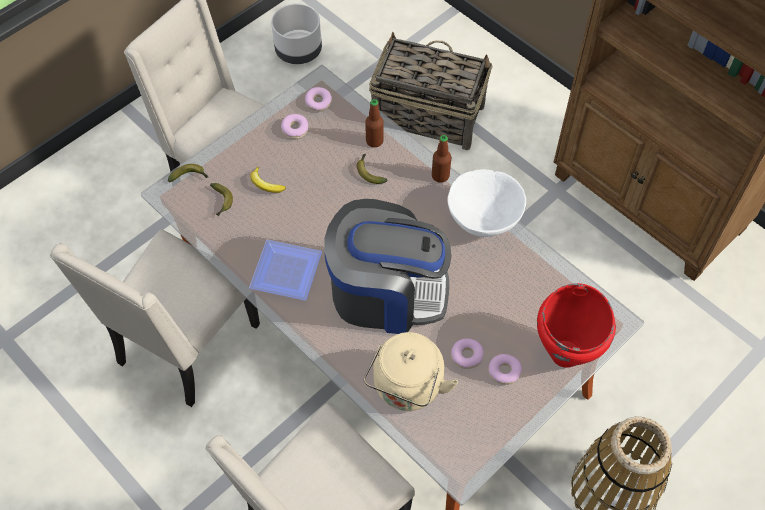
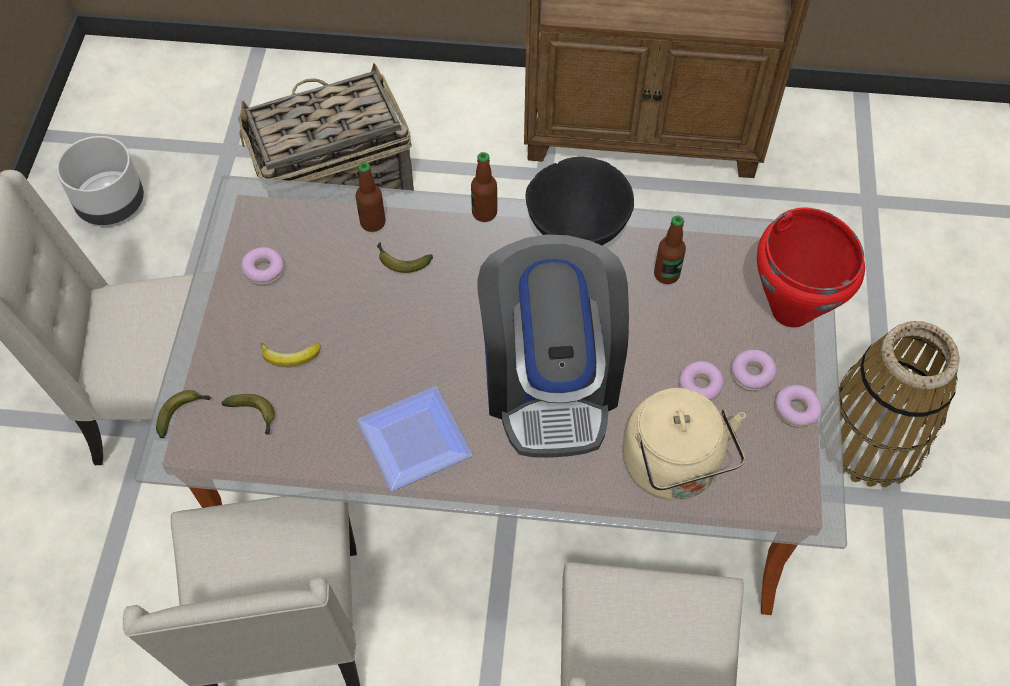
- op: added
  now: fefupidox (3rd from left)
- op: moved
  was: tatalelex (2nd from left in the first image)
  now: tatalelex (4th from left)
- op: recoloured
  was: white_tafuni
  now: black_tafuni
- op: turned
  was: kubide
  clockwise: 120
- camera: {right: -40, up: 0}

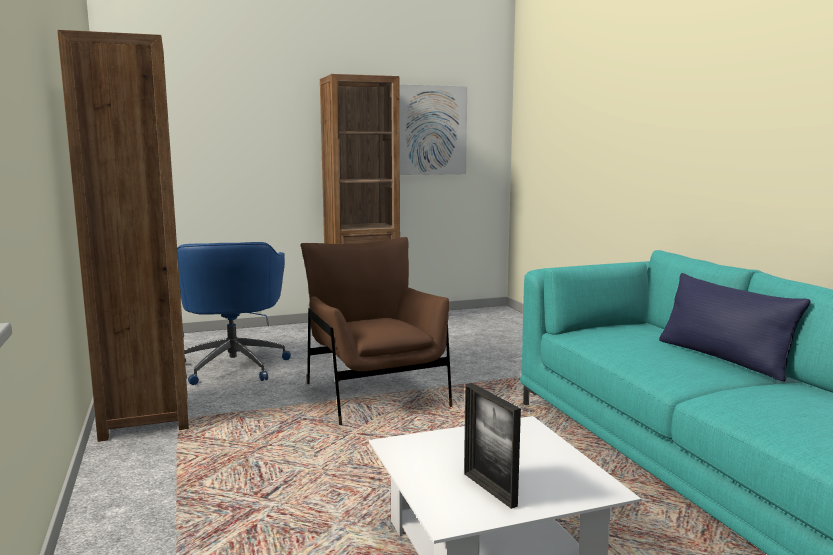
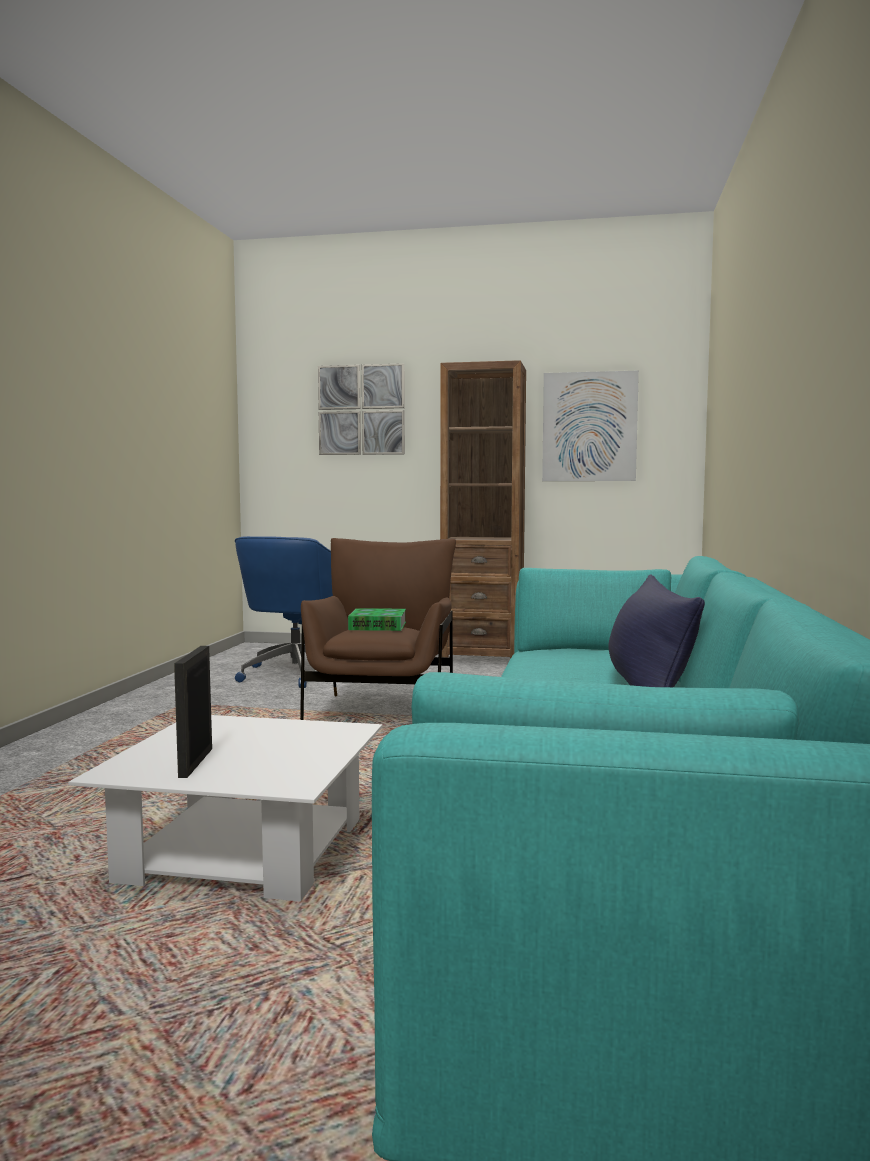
- op: removed
  was: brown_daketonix (1st from left)
- op: added
  now: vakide (1st from left)
- op: added
  now: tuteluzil
- camera: {right: 30, up: -5}

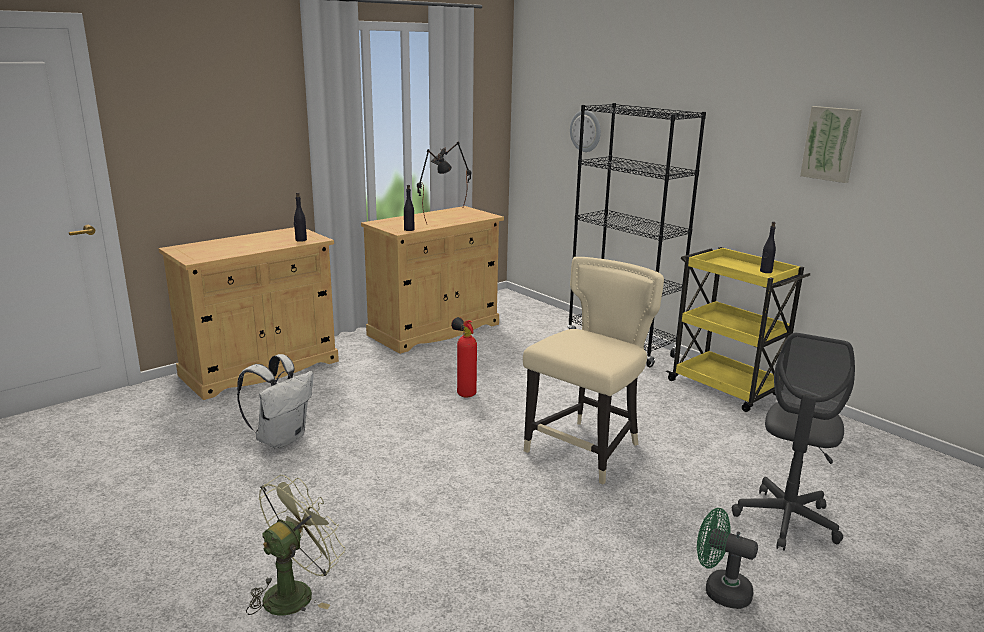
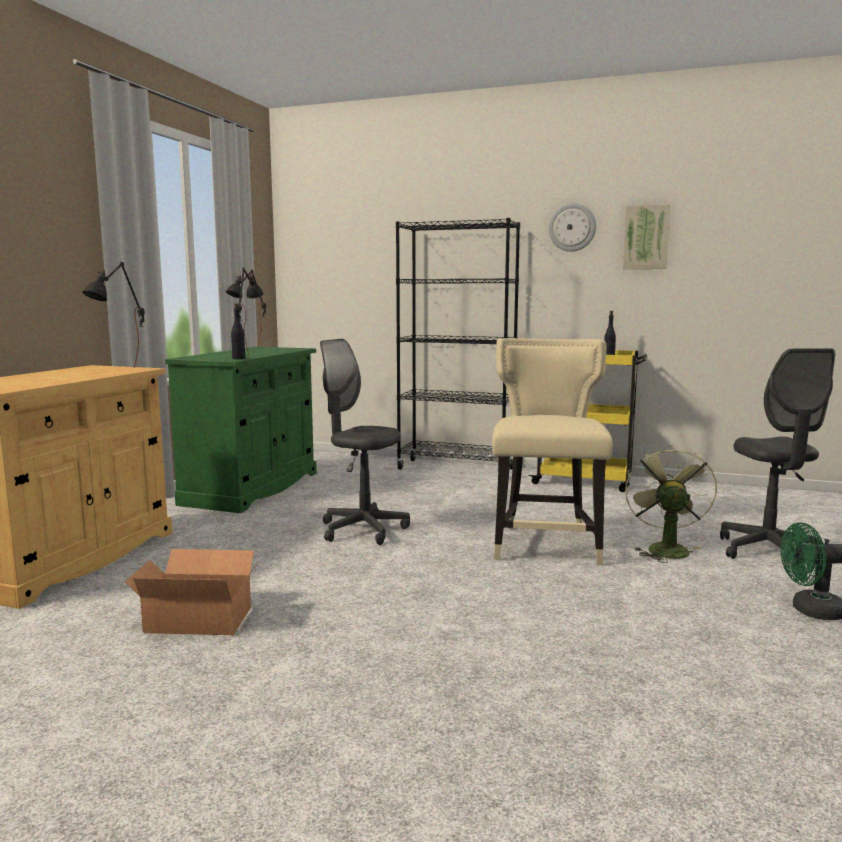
- op: moved
  was: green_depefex (1st from left)
- op: moved
  was: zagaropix
- op: replaced
  was: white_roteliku
  now: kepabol
- op: replaced
  was: black_fefupidox (1st from left)
  now: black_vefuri (1st from left)
- op: replaced
  was: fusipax
  now: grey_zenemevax (1st from left)
- op: recoloured
  was: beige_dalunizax (2nd from left)
  now: green_dalunizax
- camera: {right: -30, up: -10}

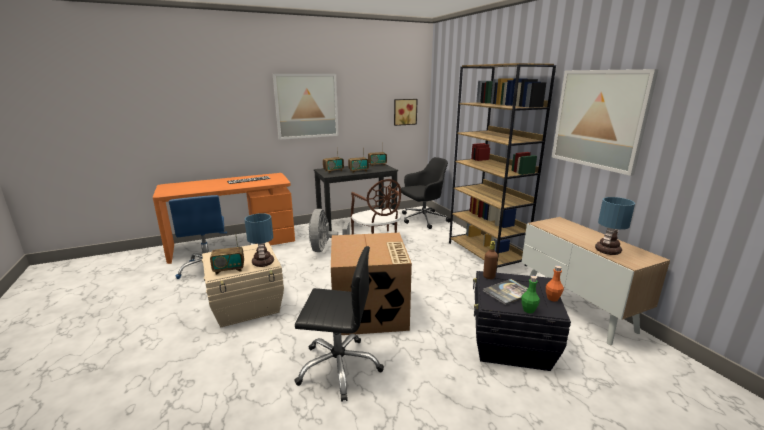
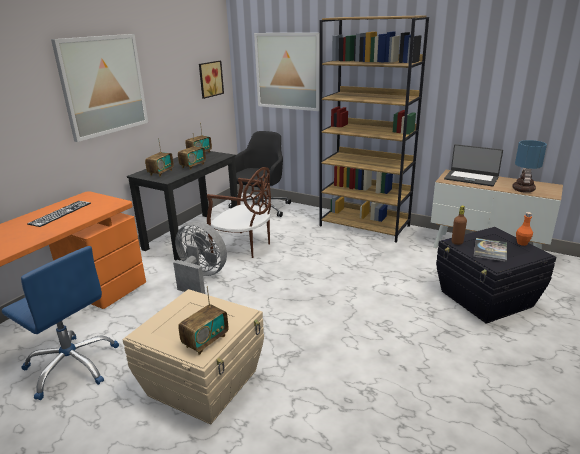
- op: removed
  was: vefuri (1st from left)
- op: removed
  was: black_zenemevax (1st from left)
- op: removed
  was: kepabol
- op: removed
  was: green_fefupidox
- op: added
  now: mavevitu
- op: moved
  was: vakide (3rd from left)
- op: turned
  was: grey_depefex
  clockwise: 150
- camera: {right: -35, up: 5}

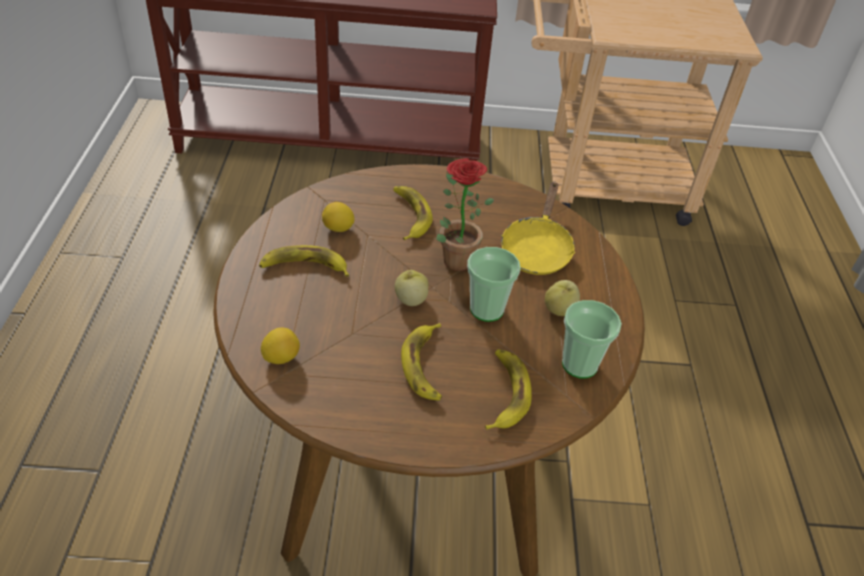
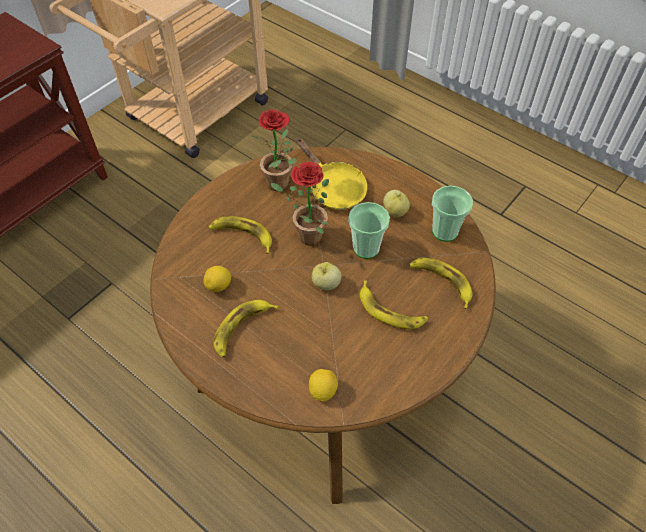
- op: added
  now: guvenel (1st from left)
- camera: {right: -50, up: 10}

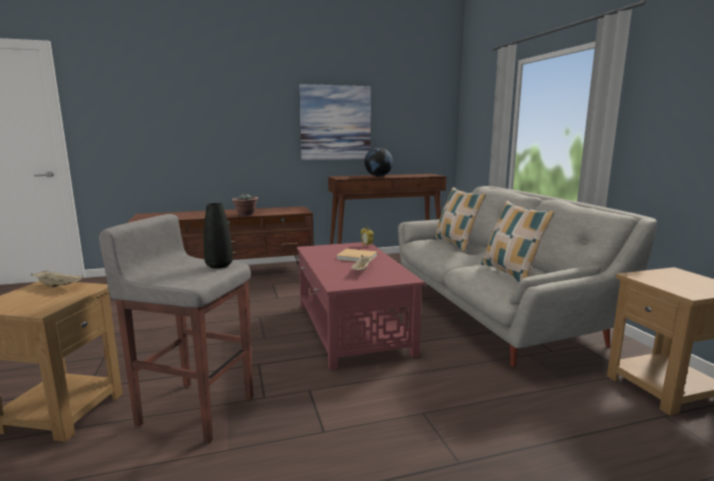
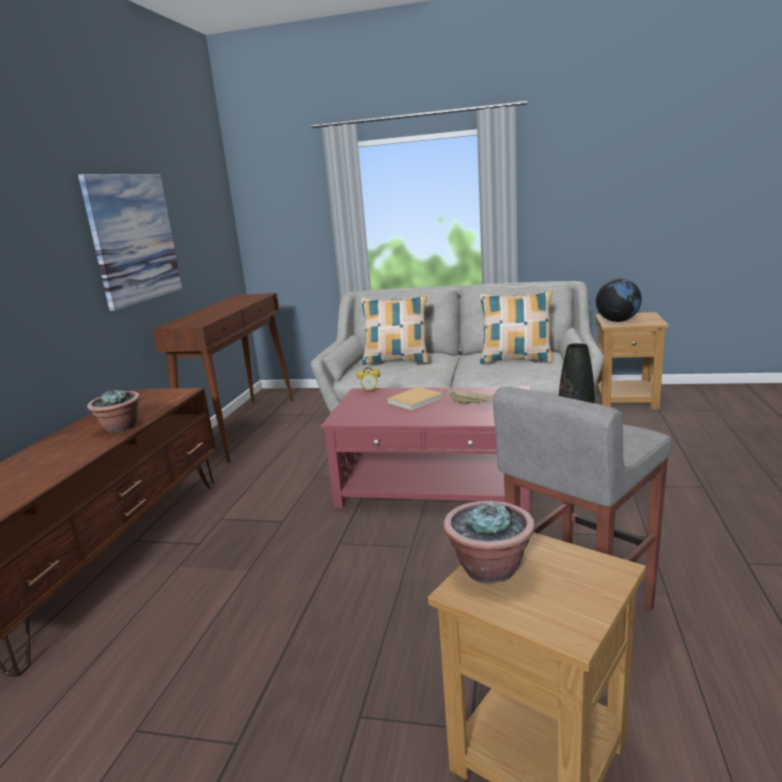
- op: moved
  was: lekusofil
- op: replaced
  was: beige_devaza (1st from left)
  now: guvenel (2nd from left)
- camera: {right: -60, up: 5}

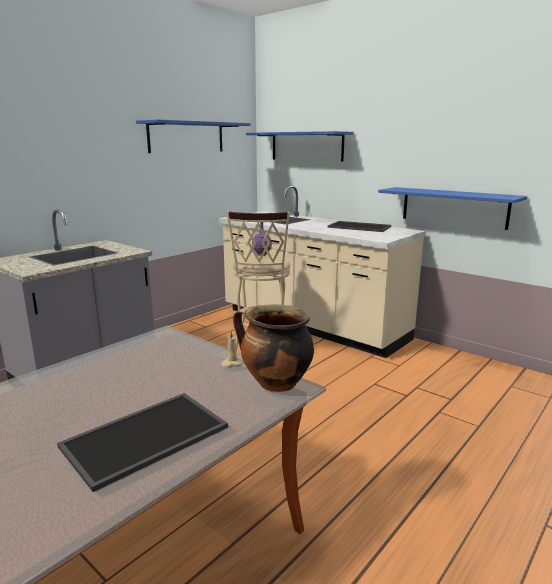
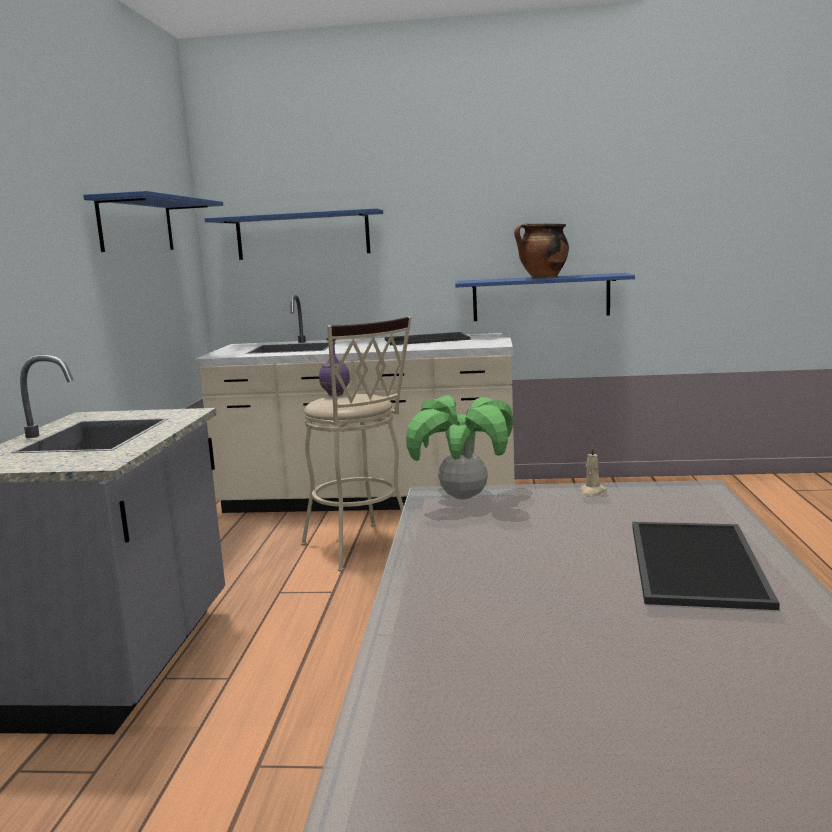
- op: added
  now: guvenel
- op: moved
  was: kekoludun
- camera: {right: -35, up: -5}

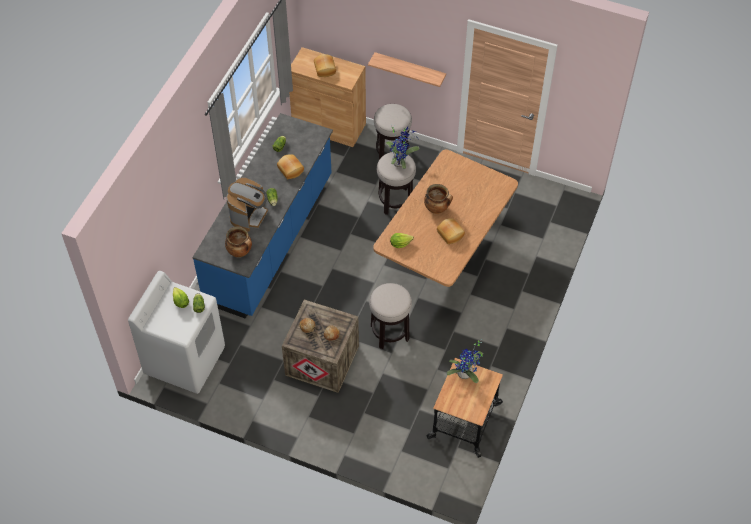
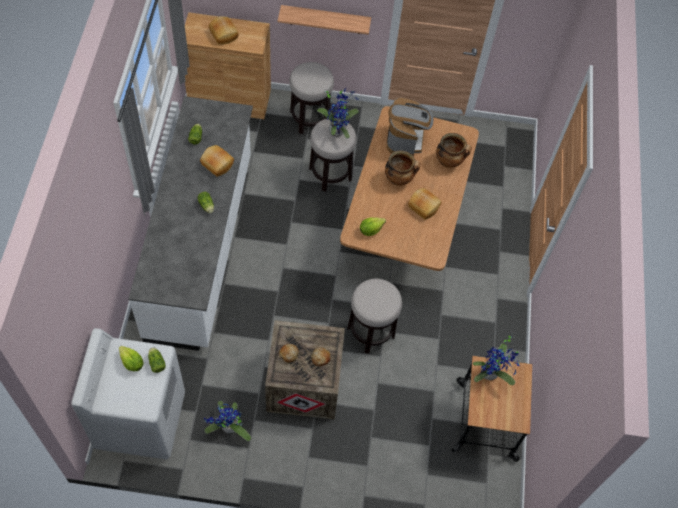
- op: added
  now: guvenel (1st from left)
- op: moved
  was: kekoludun (1st from left in the first image)
  now: kekoludun (2nd from left)
- op: moved
  was: kubide
- op: recoloured
  was: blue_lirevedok
  now: white_lirevedok
- camera: {right: -20, up: 5}

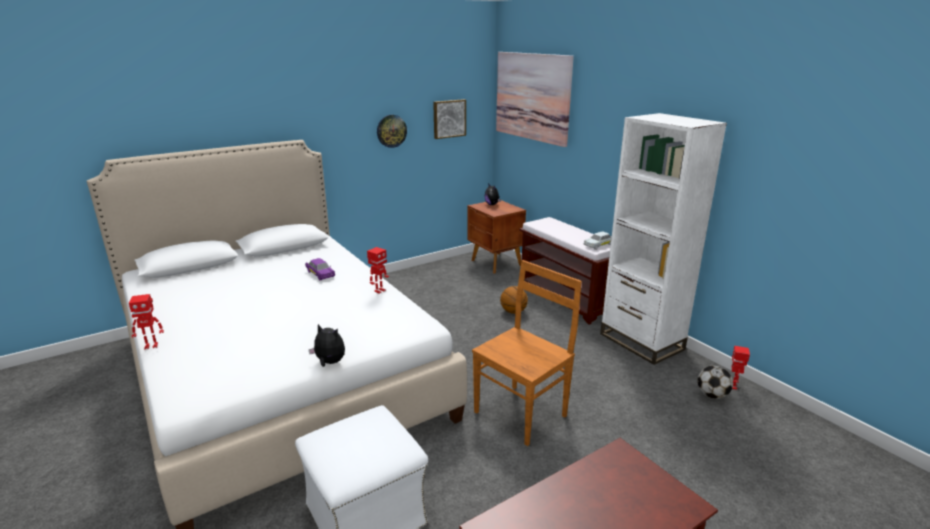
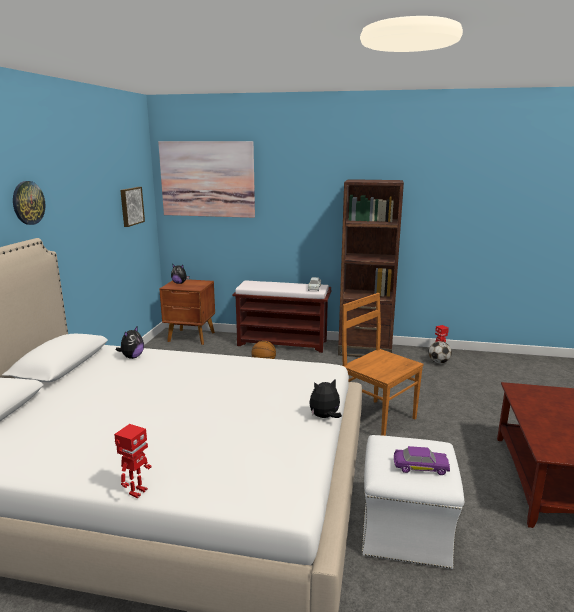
- op: removed
  was: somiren (2nd from left)
- op: added
  now: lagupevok (1st from left)
- op: moved
  was: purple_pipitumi
- op: moved
  was: zagaropix
- op: recoloured
  was: white_daketonix
  now: brown_daketonix
- op: turned
  was: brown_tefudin
  clockwise: -45
- camera: {right: -45, up: -5}

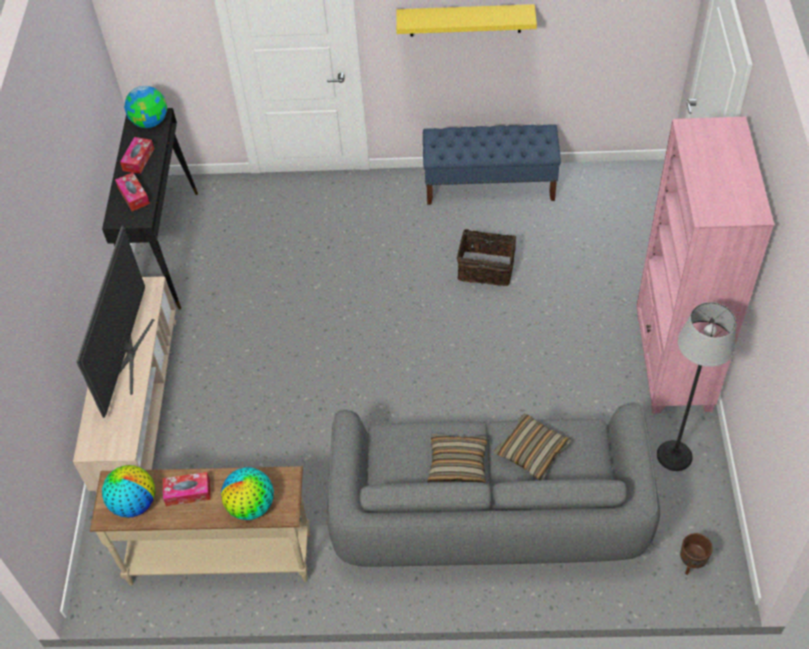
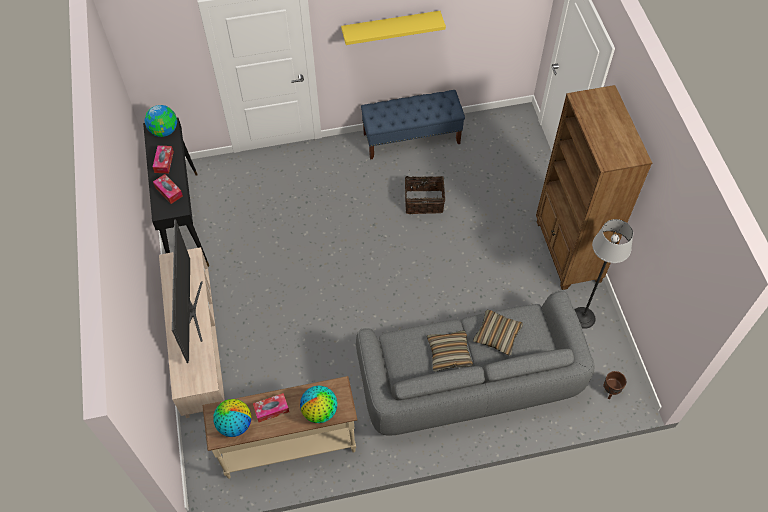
- op: recoloured
  was: pink_daketonix
  now: brown_daketonix
- camera: {right: -15, up: 5}

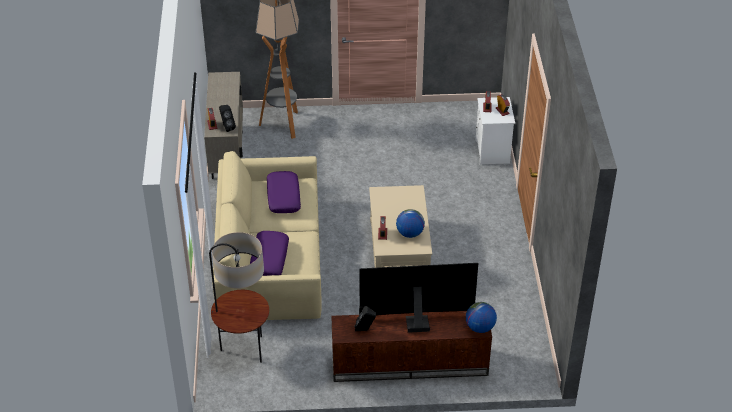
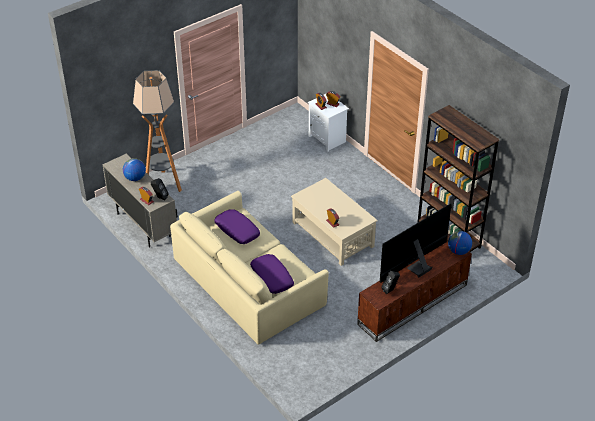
- op: removed
  was: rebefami (1st from left)
- op: added
  now: brown_daketonix
- op: moved
  was: lekusofil (1st from left)
- camera: {right: -35, up: 0}

